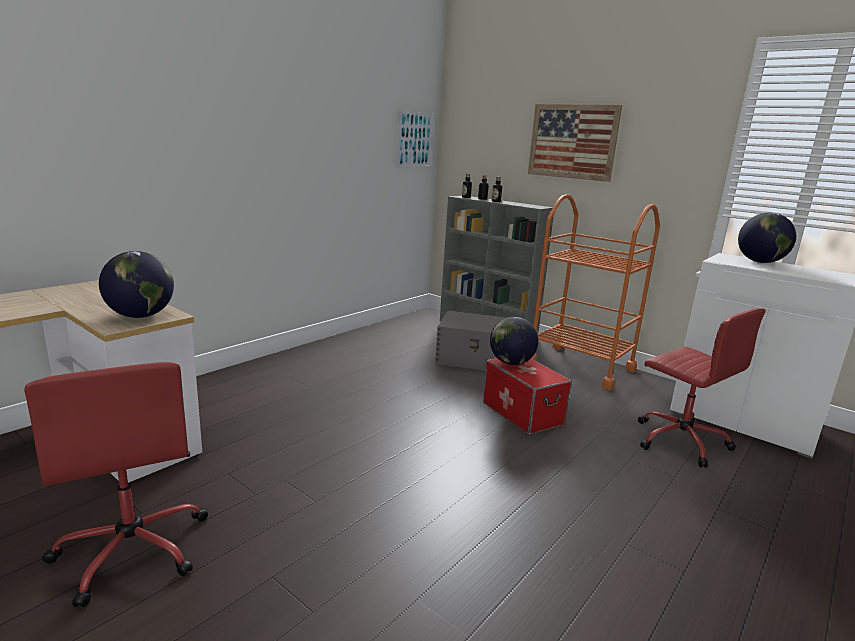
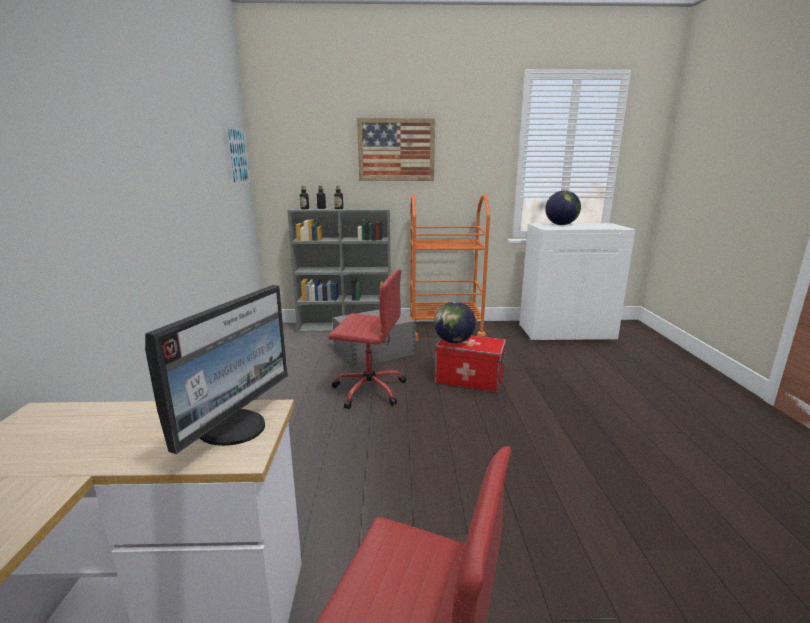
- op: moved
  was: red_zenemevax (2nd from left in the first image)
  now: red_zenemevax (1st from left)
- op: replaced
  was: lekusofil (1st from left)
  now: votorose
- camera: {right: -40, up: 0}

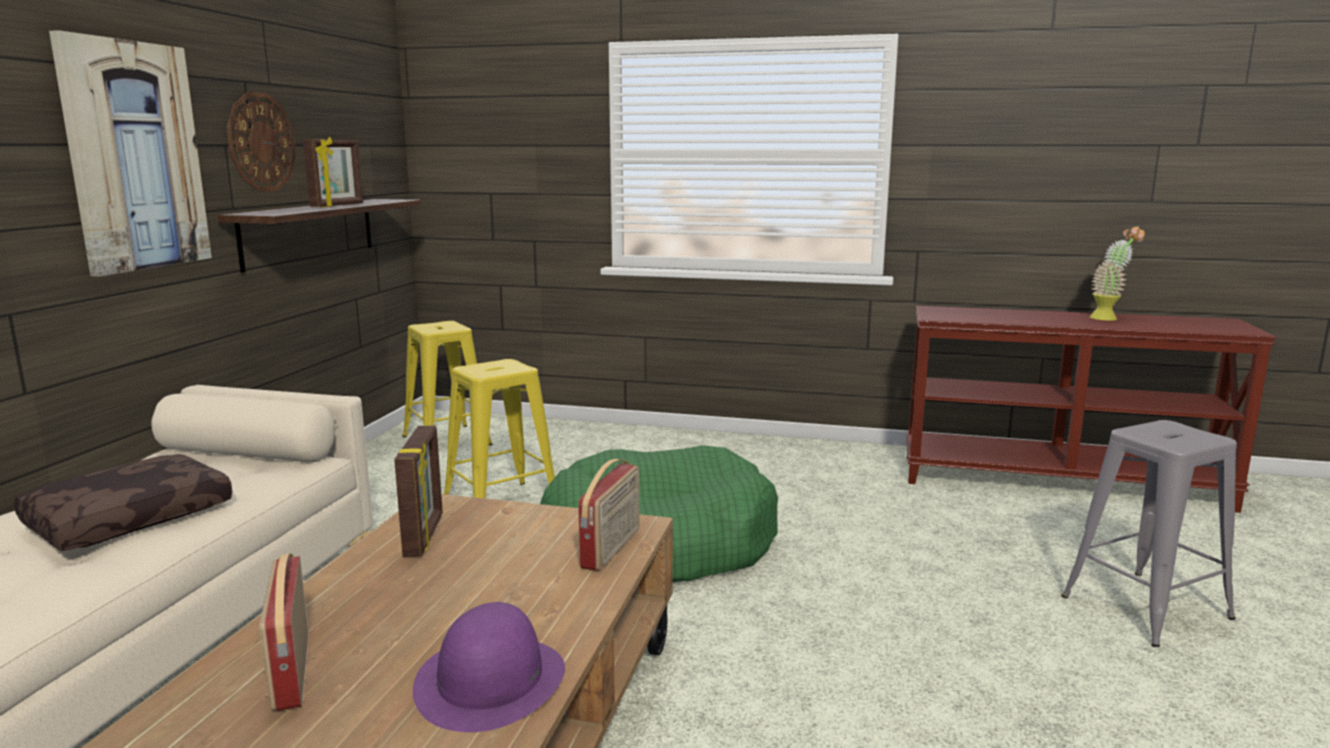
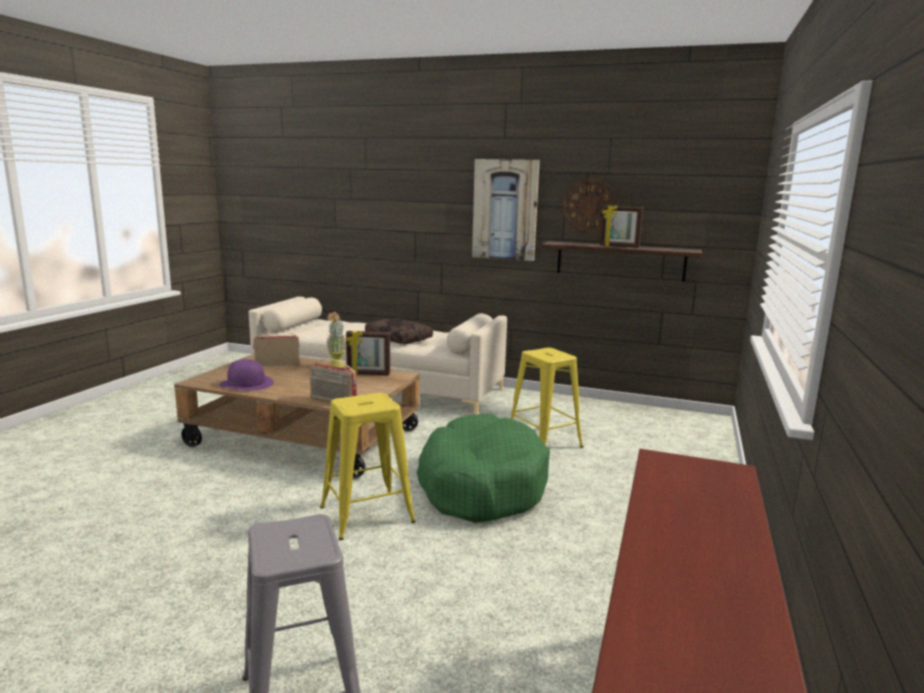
- op: moved
  was: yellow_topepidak (1st from left)
- op: moved
  was: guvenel
- camera: {right: 95, up: 0}

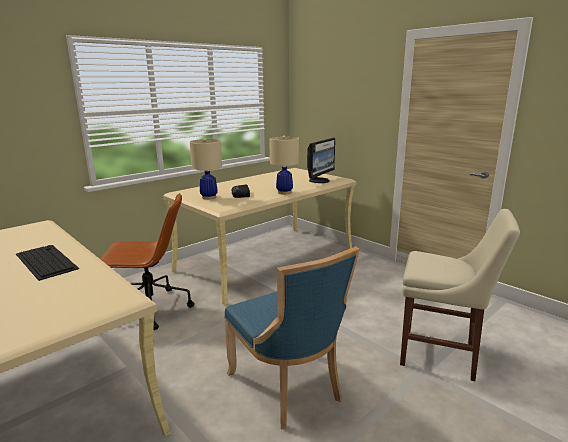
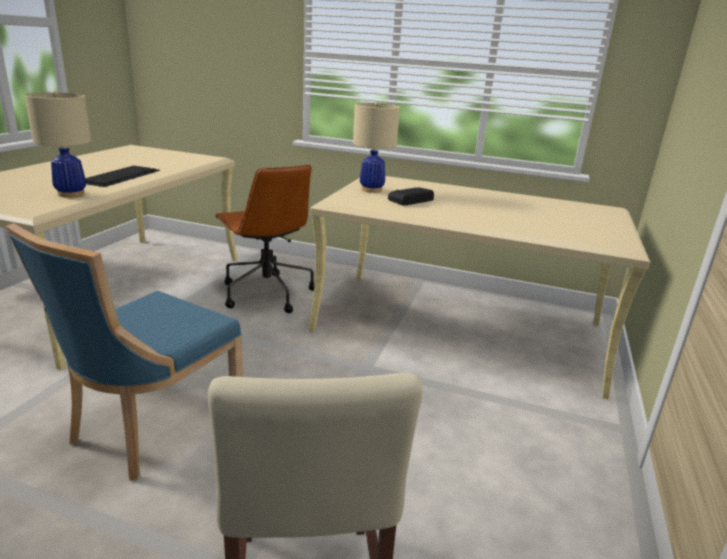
- op: removed
  was: votorose
- op: moved
  was: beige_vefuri (2nd from left in the first image)
  now: beige_vefuri (1st from left)
- camera: {right: 60, up: 5}

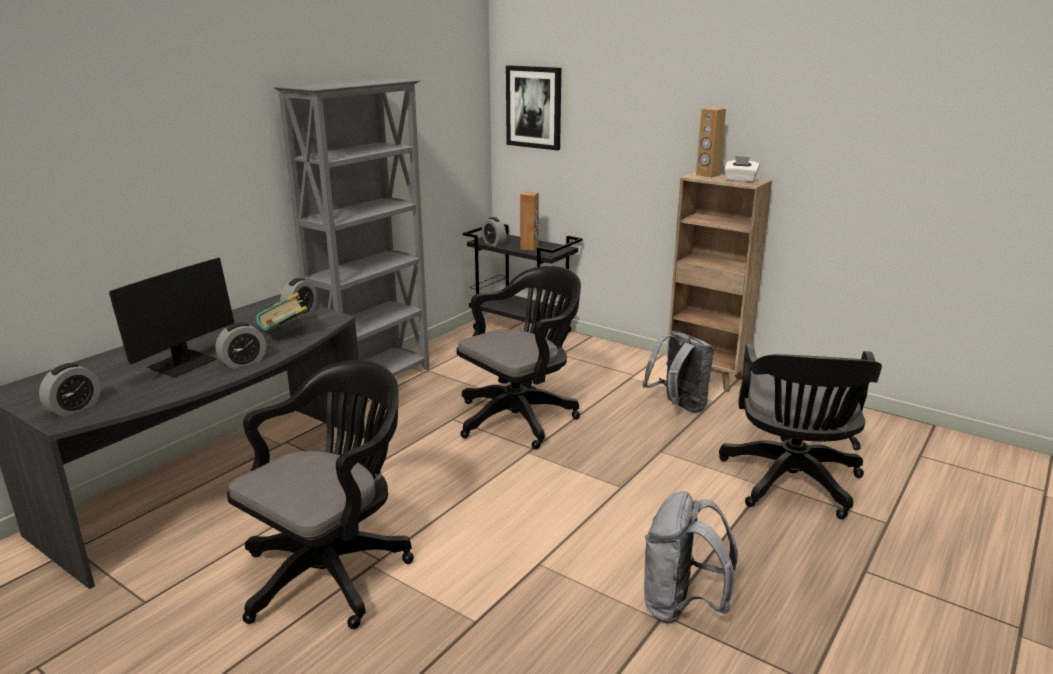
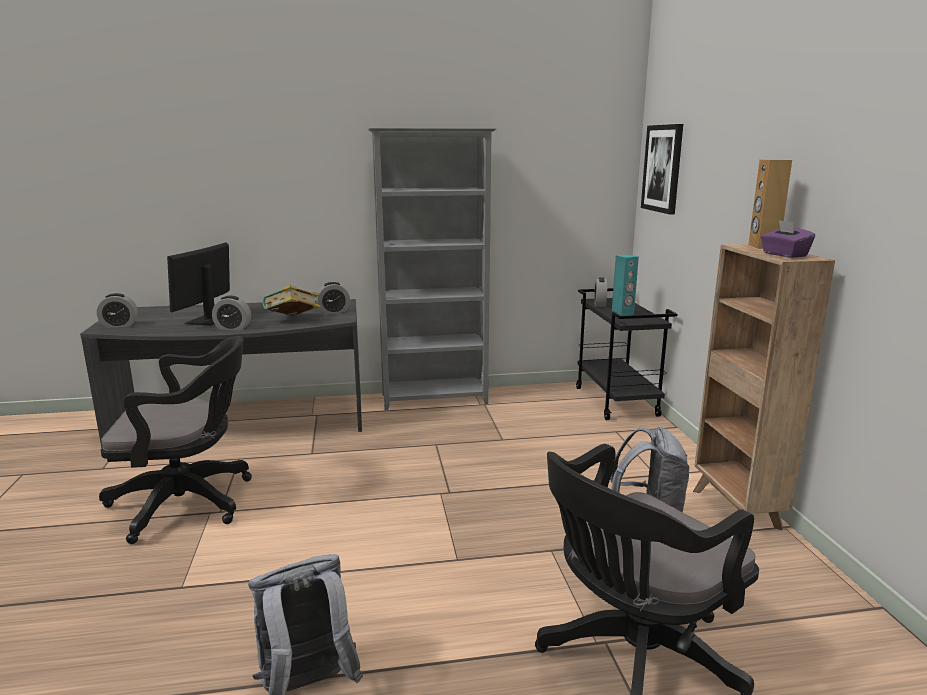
- op: removed
  was: black_zenemevax (2nd from left)
- op: recoloured
  was: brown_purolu (1st from left)
  now: turquoise_purolu
- op: recoloured
  was: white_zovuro
  now: purple_zovuro
- op: turned
  was: votorose
  clockwise: 120
- camera: {right: 45, up: -5}

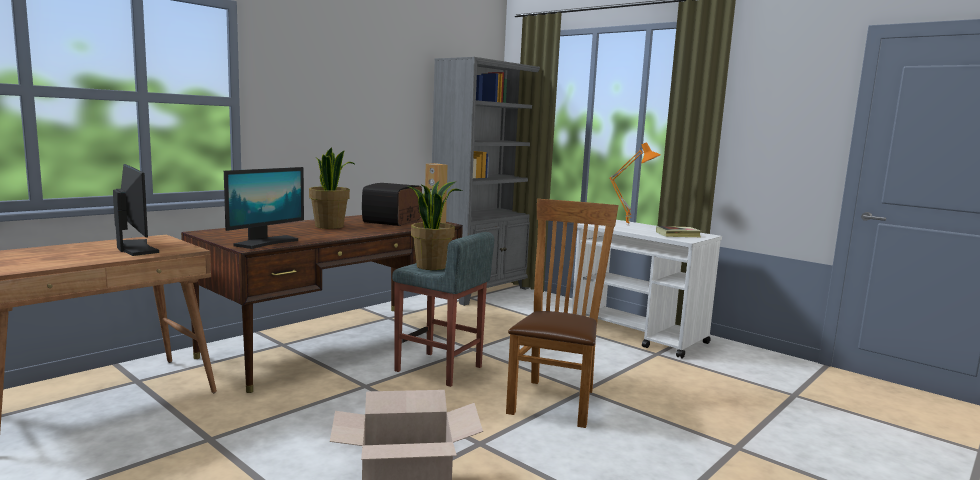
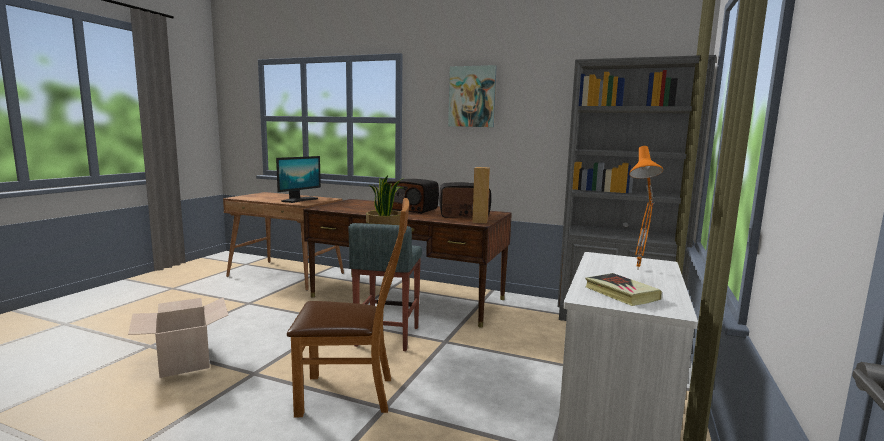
- op: removed
  was: votorose (2nd from left)
- op: added
  now: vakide
- op: replaced
  was: guvenel (1st from left)
  now: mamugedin (1st from left)
- camera: {right: 70, up: 0}

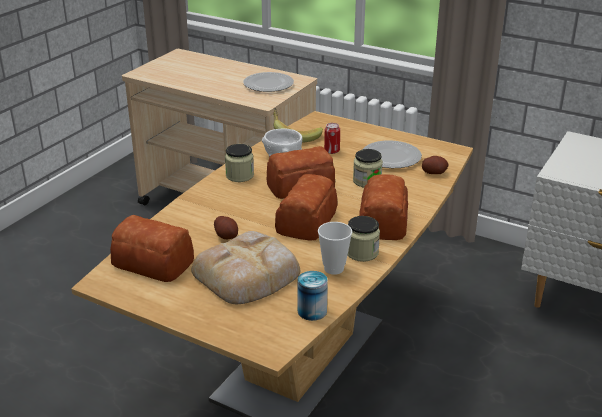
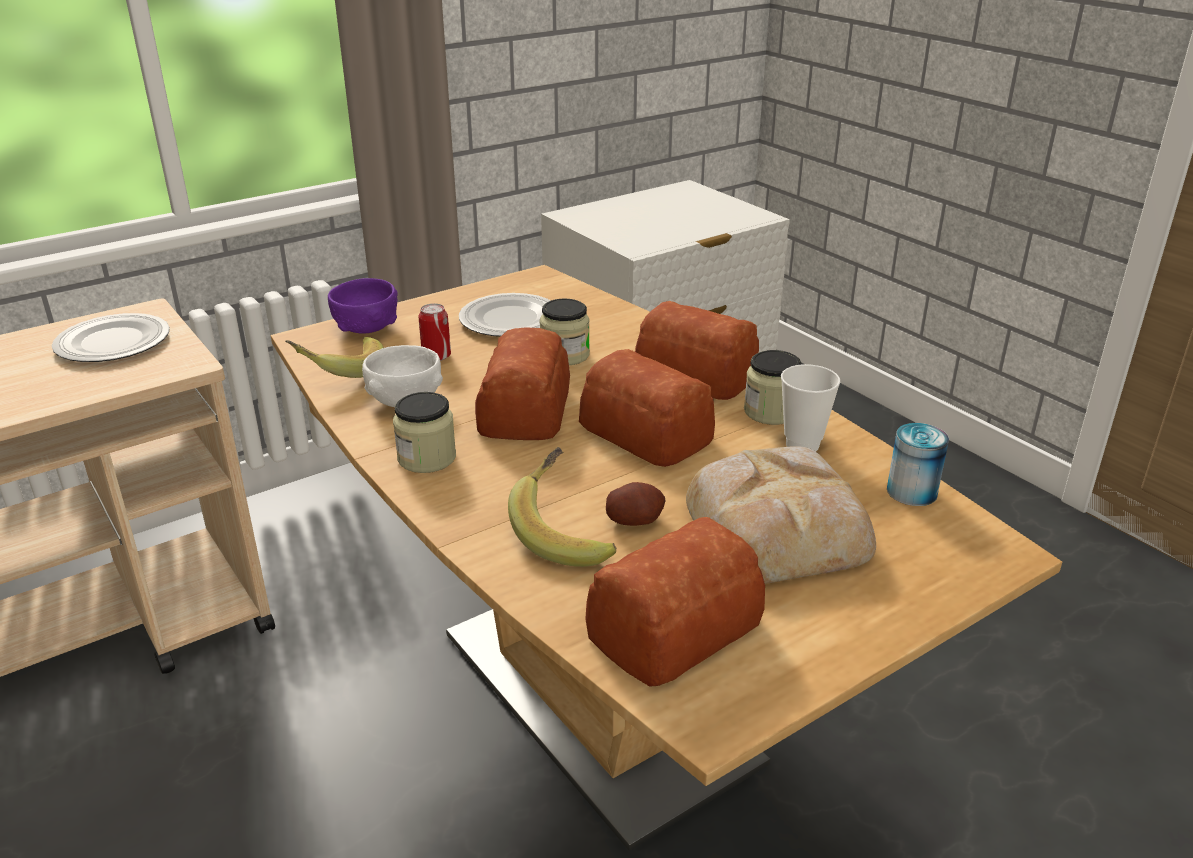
- op: removed
  was: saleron (2nd from left)
- op: added
  now: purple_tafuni
- op: added
  now: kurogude (2nd from left)
- camera: {right: -65, up: 0}

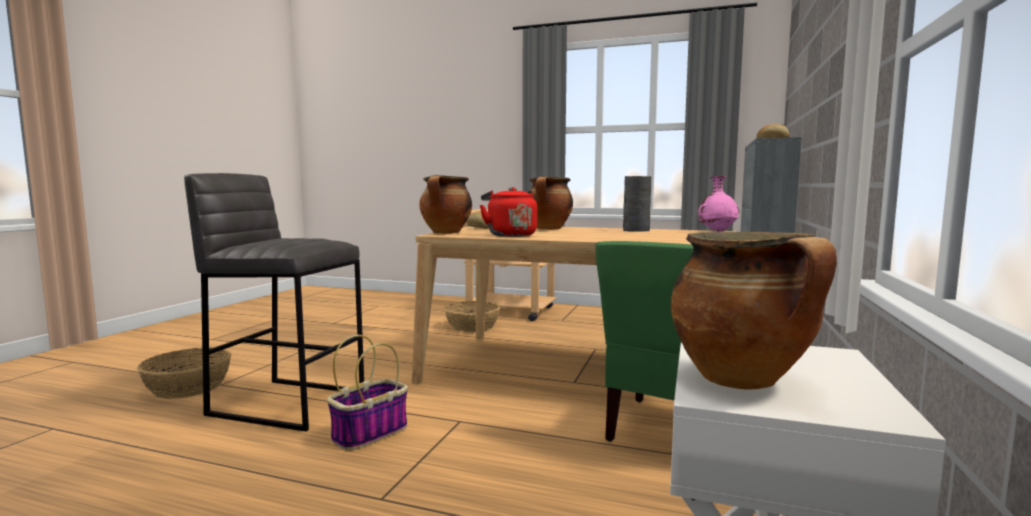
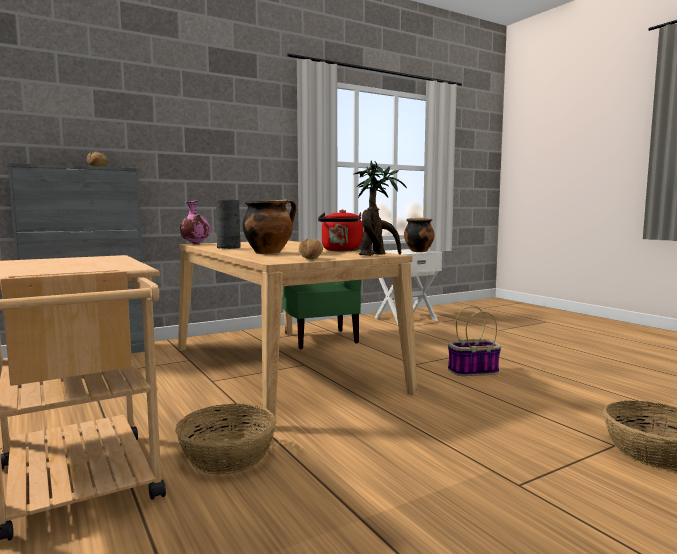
- op: removed
  was: grey_topepidak
- op: replaced
  was: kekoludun (1st from left)
  now: guvenel
- camera: {right: -140, up: 0}

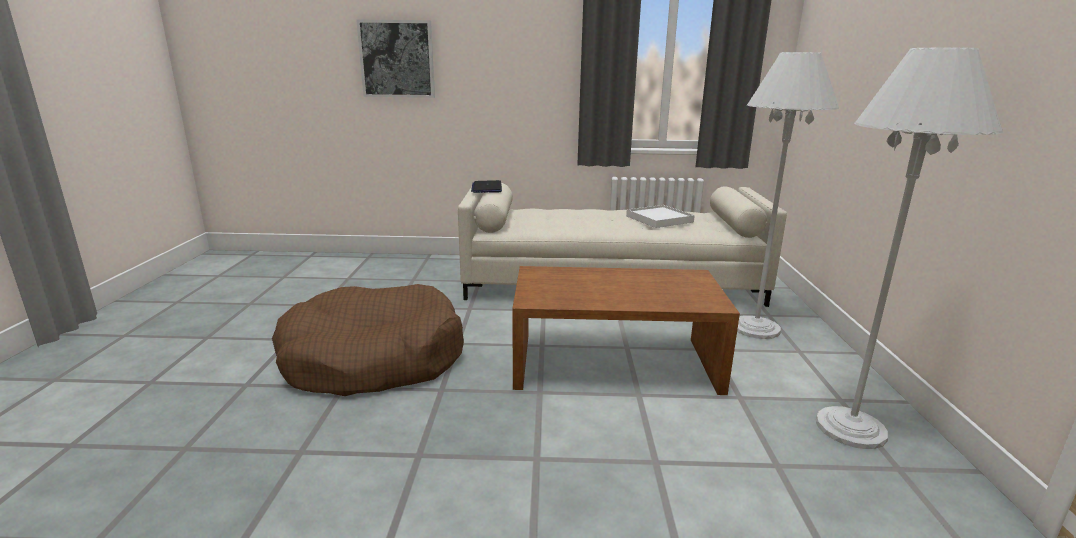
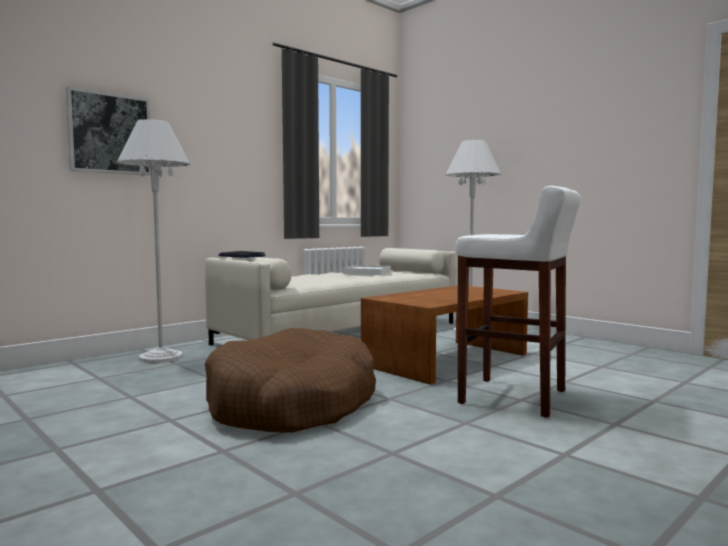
- op: added
  now: white_topepidak
- op: moved
  was: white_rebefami (2nd from left in the first image)
  now: white_rebefami (1st from left)
- camera: {right: -45, up: -15}

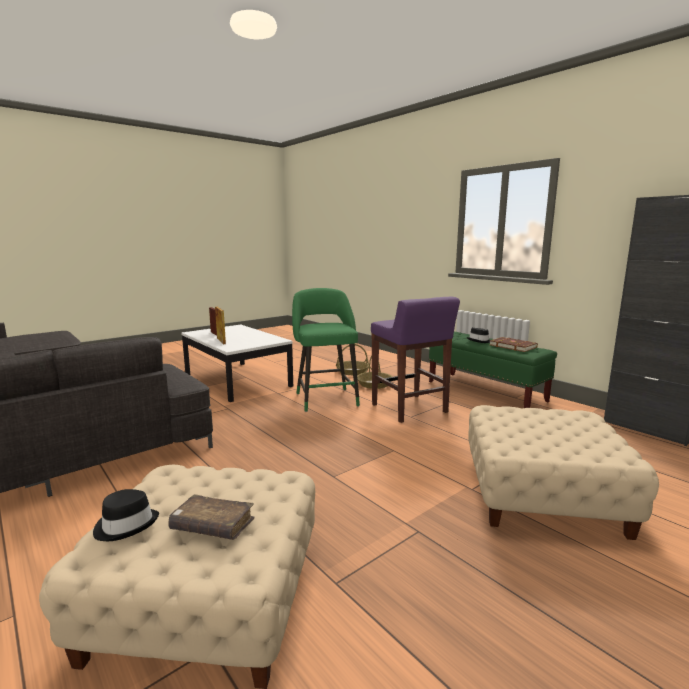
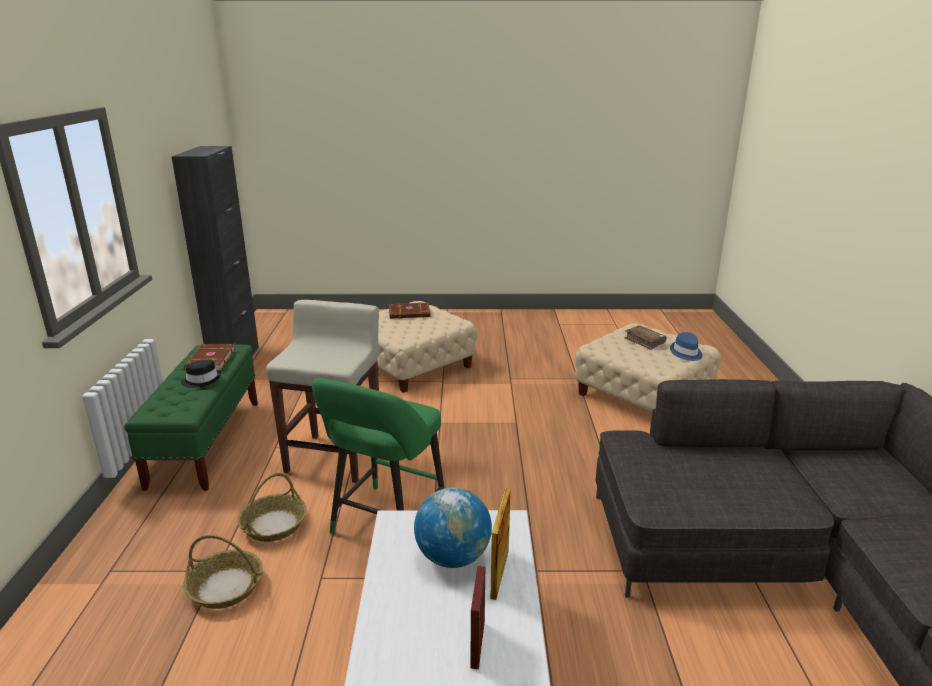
- op: added
  now: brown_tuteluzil (2nd from left)
- op: added
  now: lekusofil
- op: recoloured
  was: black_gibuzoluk (1st from left)
  now: blue_gibuzoluk
- op: recoloured
  was: purple_topepidak
  now: beige_topepidak
- camera: {right: -140, up: 10}

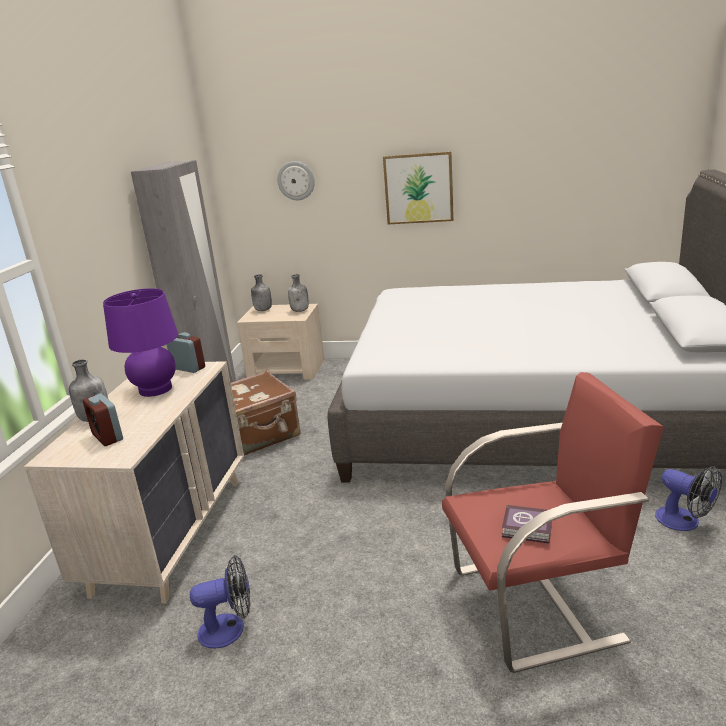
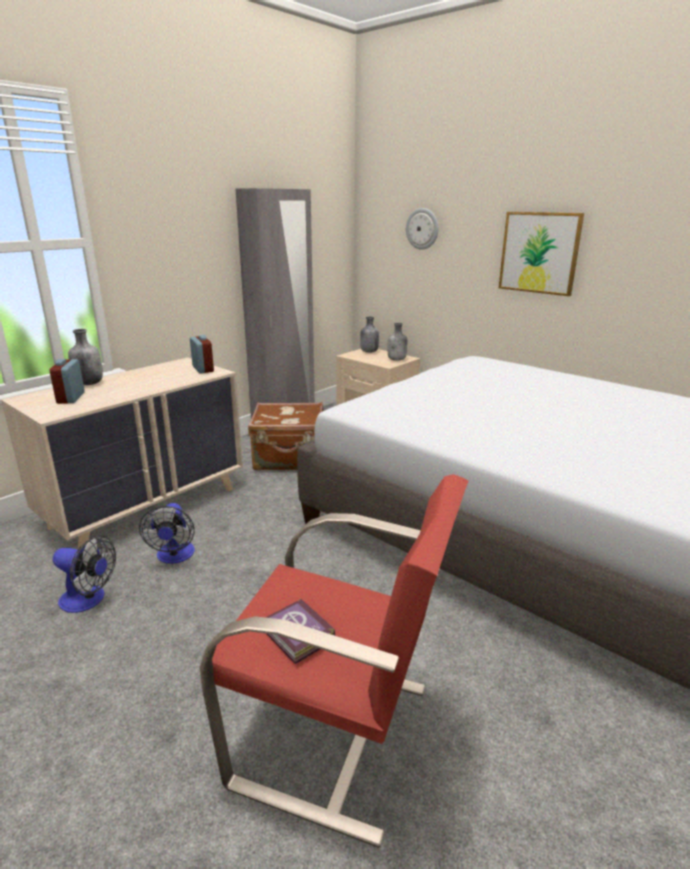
- op: removed
  was: purple_vefuri
- op: moved
  was: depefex (2nd from left)
- camera: {right: 30, up: 0}

